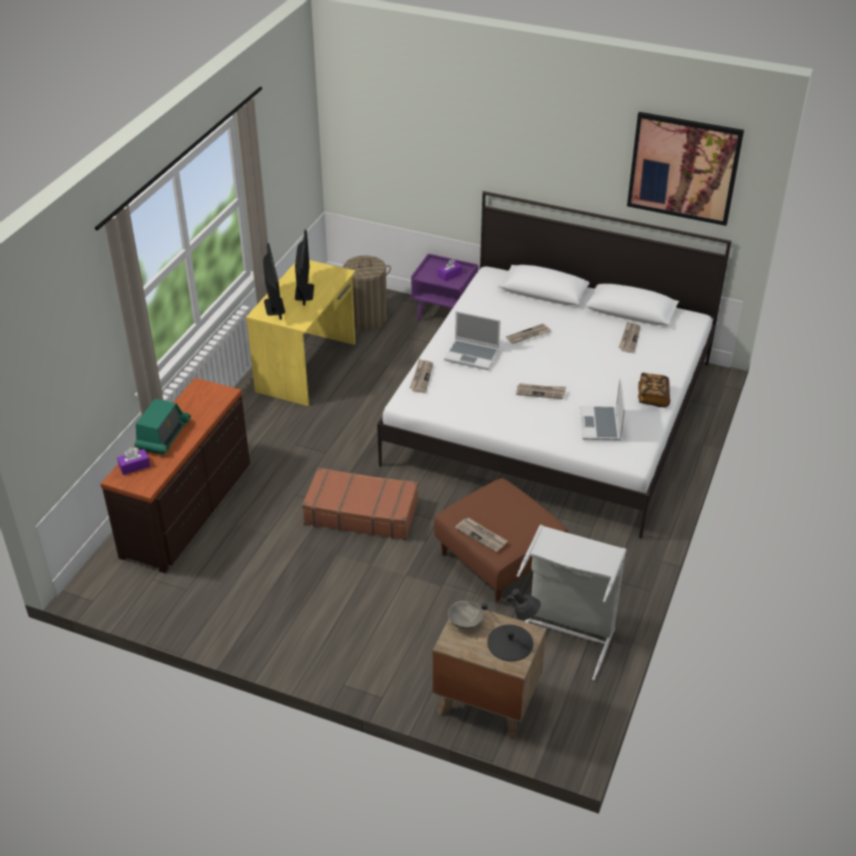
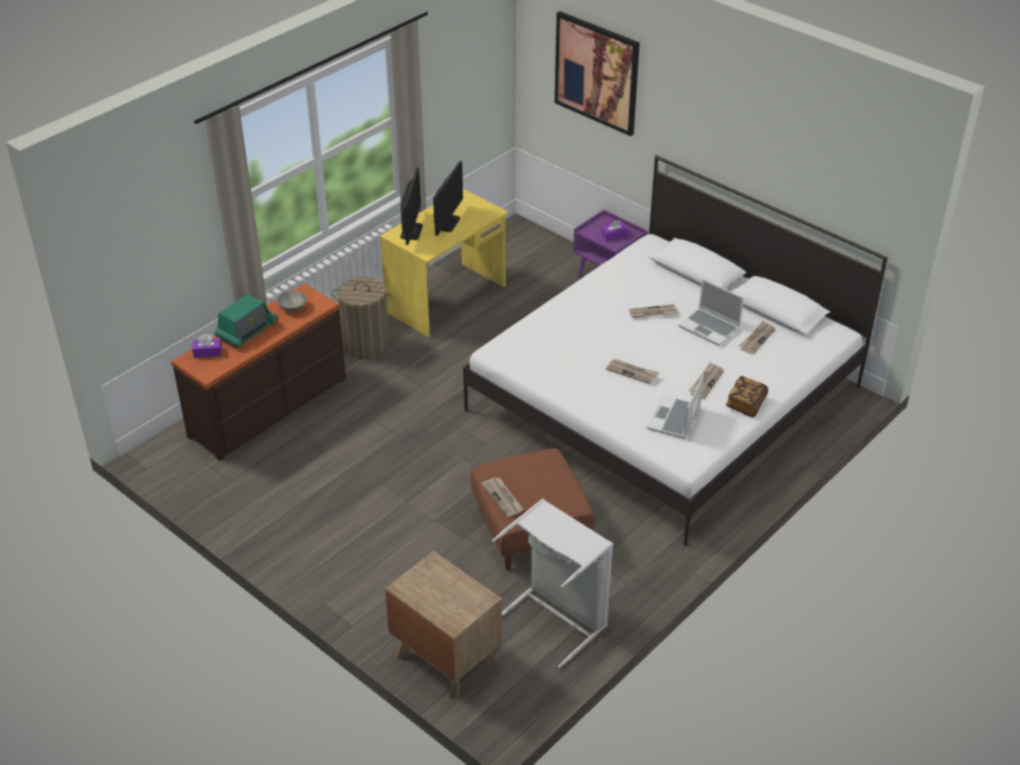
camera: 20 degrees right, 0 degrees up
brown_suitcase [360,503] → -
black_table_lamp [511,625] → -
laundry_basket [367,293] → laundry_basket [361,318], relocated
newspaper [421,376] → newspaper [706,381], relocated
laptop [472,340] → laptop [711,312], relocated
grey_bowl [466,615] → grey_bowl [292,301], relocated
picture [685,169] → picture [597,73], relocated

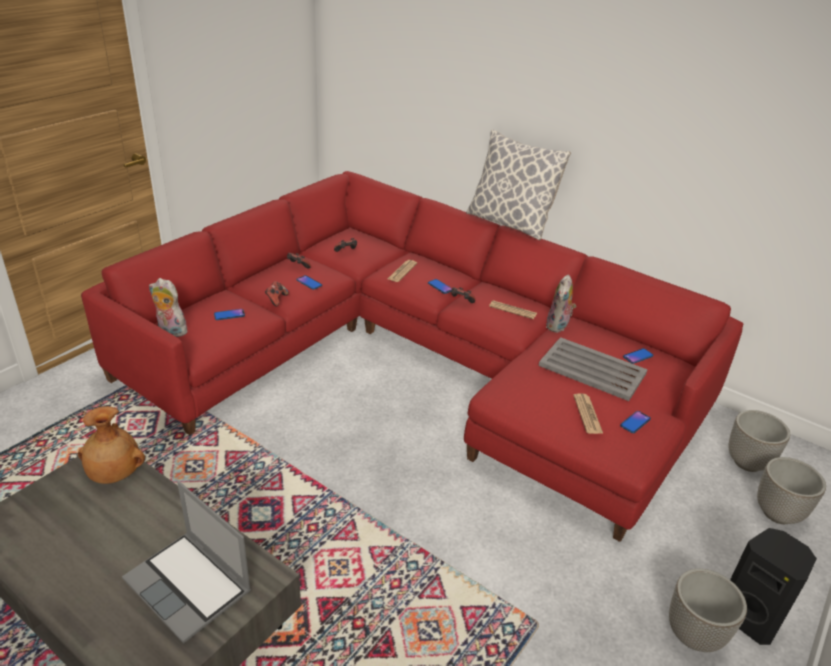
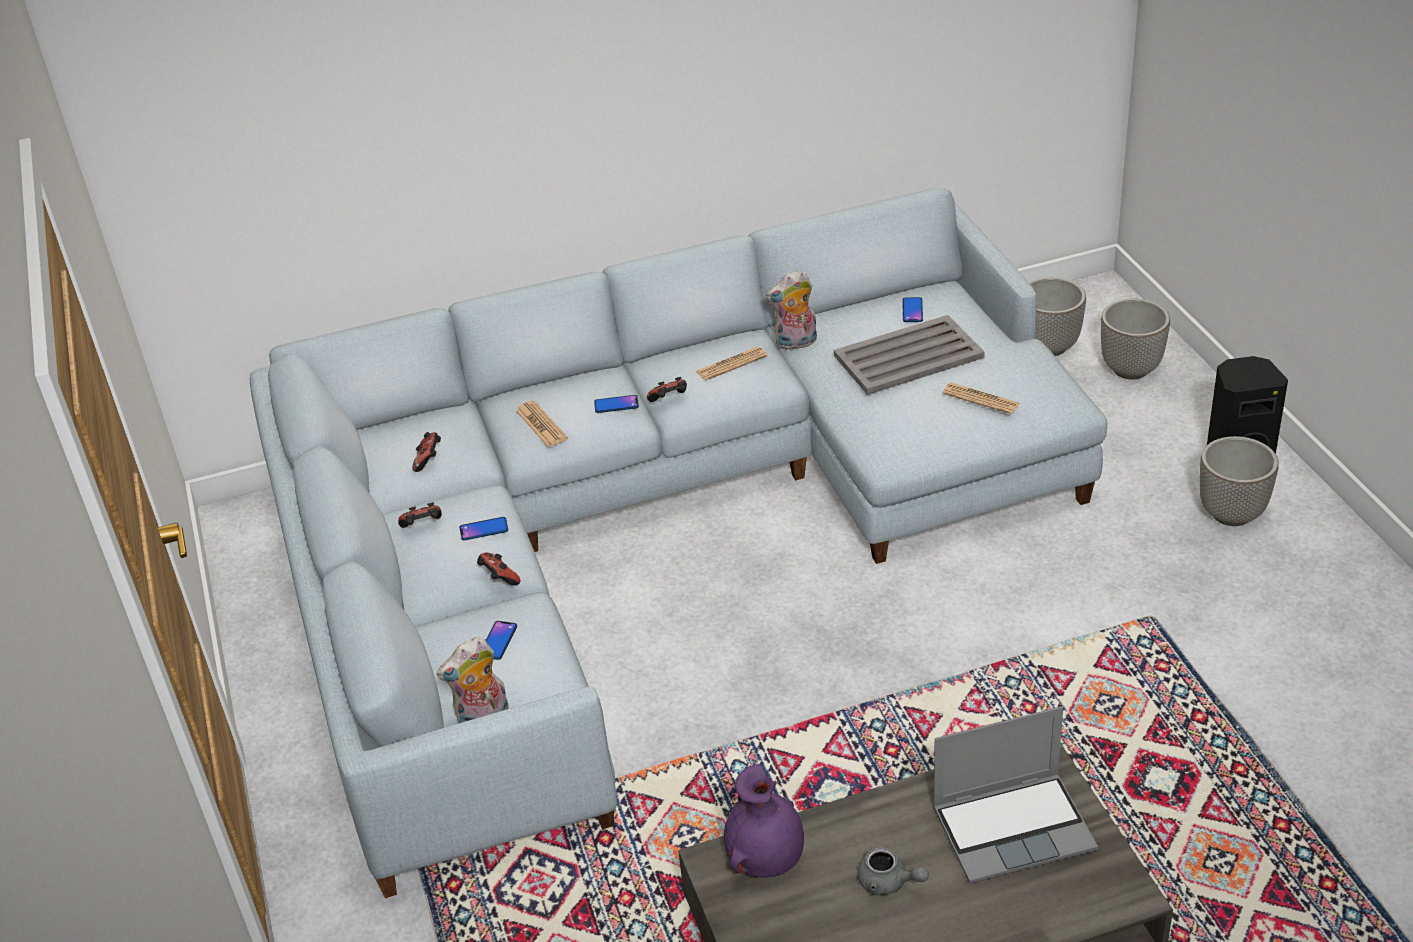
camera: 50 degrees left, 5 degrees up
pillow [518,184] → -
phone [635,422] → -
- → grey_teapot [893,871]
brown_vase [111,445] → purple_vase [764,821]
red_sofa [412,356] → grey_sofa [679,543]
plush_toy [561,303] → plush_toy [791,310], 105 degrees clockwise

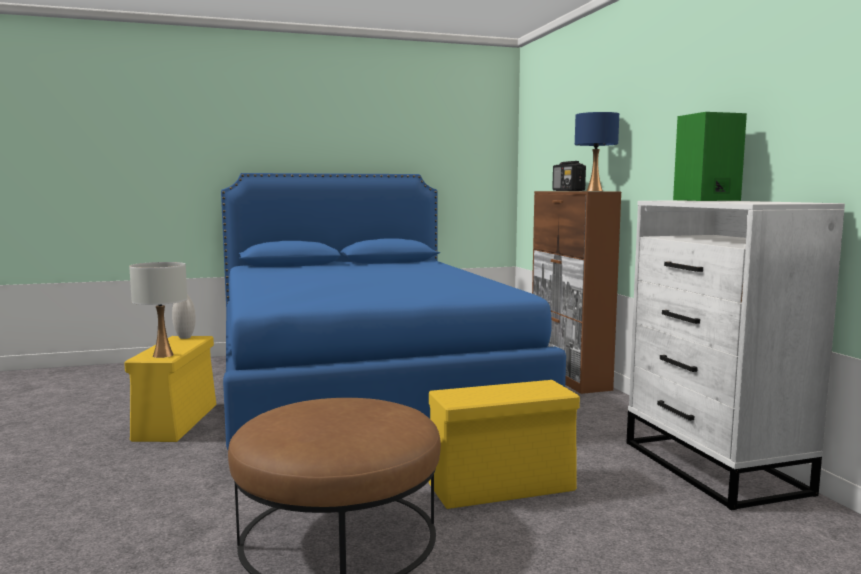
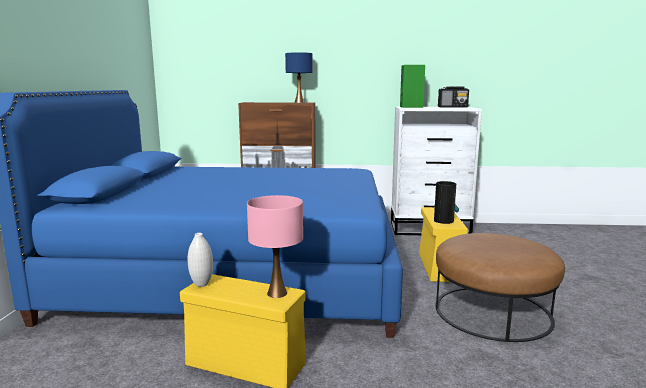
camera: 70 degrees left, 5 degrees up
- → vase [446,202]
radio [569,176] → radio [453,97], relocated
white_table_lamp [158,310] → pink_table_lamp [275,246]

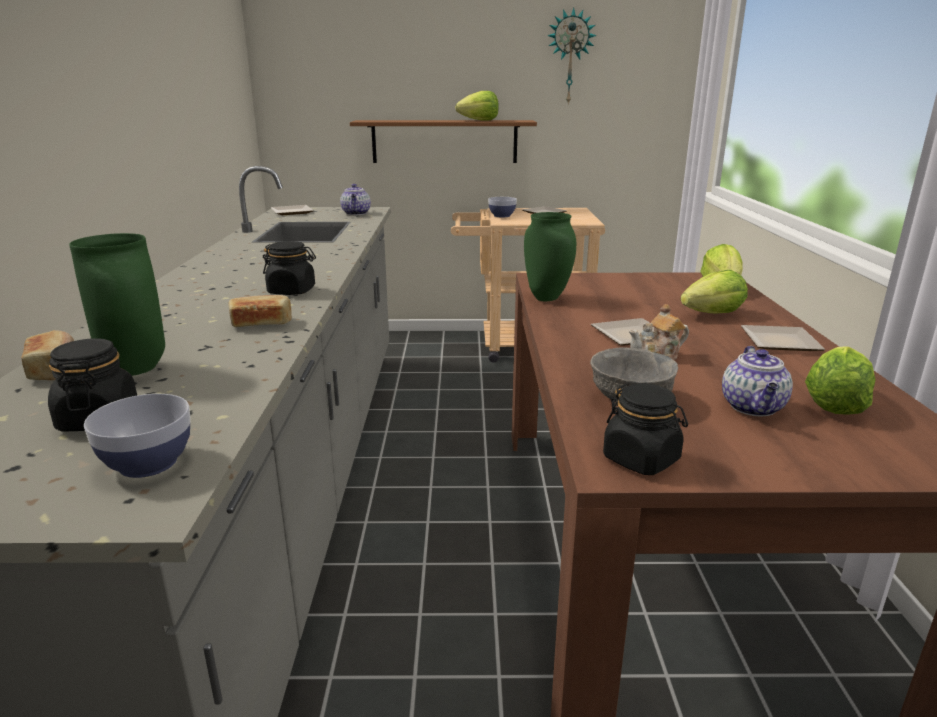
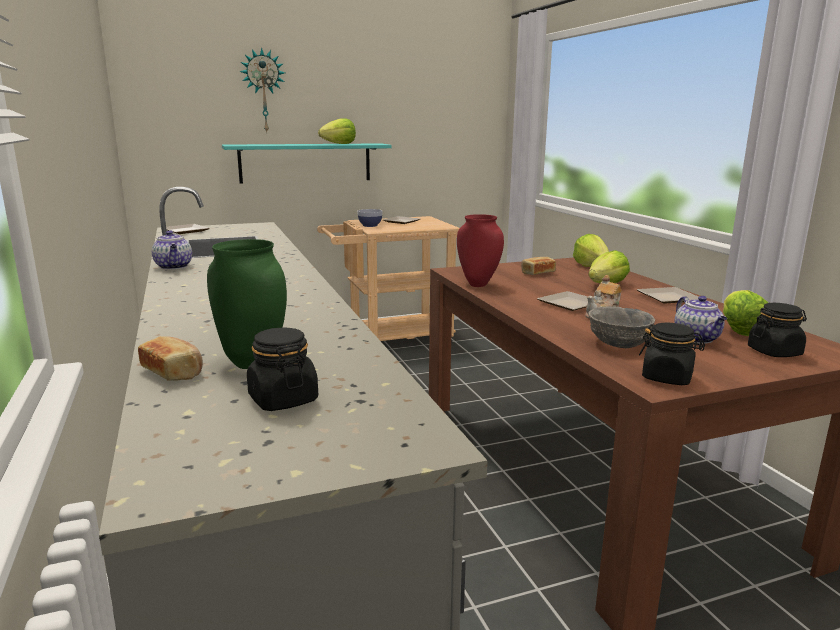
camera: 20 degrees left, 5 degrees down
bowl [137,436] → -
bread [260,311] → bread [538,266], relocated
black_jar [289,268] → black_jar [777,330], relocated
teapot [355,199] → teapot [172,250], relocated
wall_clock [572,55] → wall_clock [262,90], relocated
brown_shelf [443,141] → turquoise_shelf [307,163]
green_vase [550,256] → red_vase [480,250]

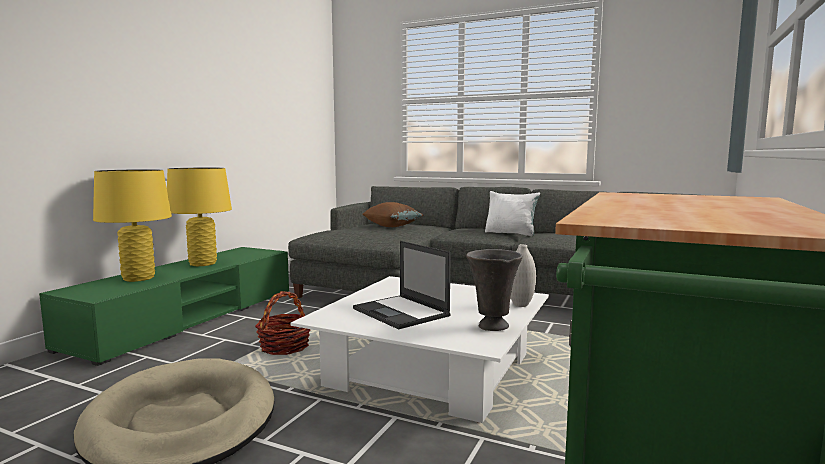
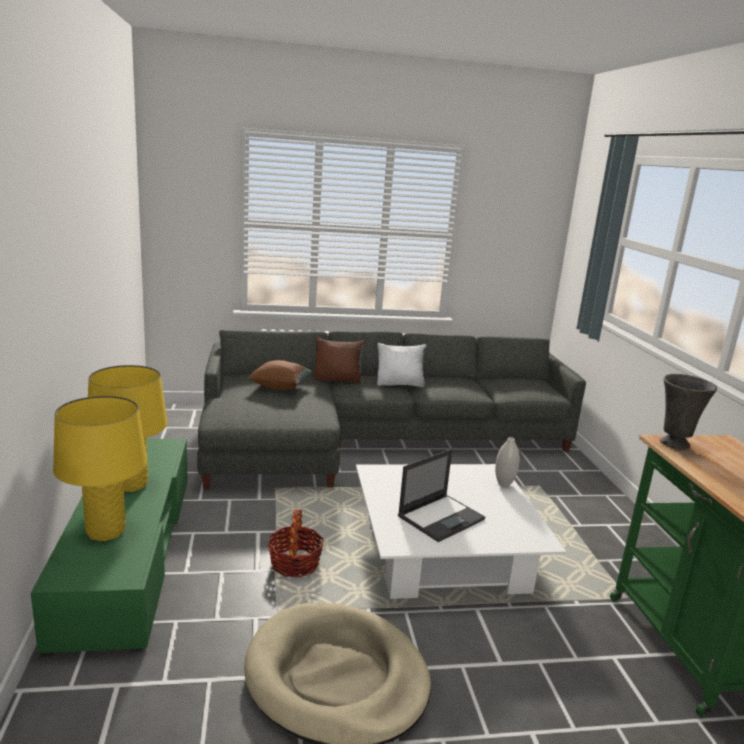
camera: 35 degrees left, 10 degrees up
- → brown_pillow [340,361]
grey_vase [494,290] → grey_vase [688,412], relocated
laptop [402,285] → laptop [441,495], 60 degrees counterclockwise

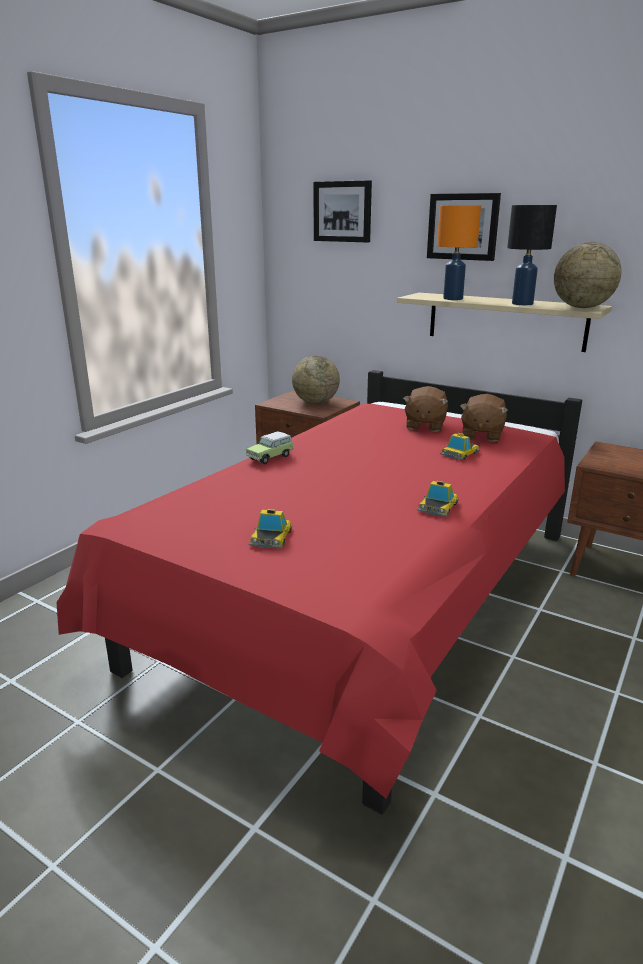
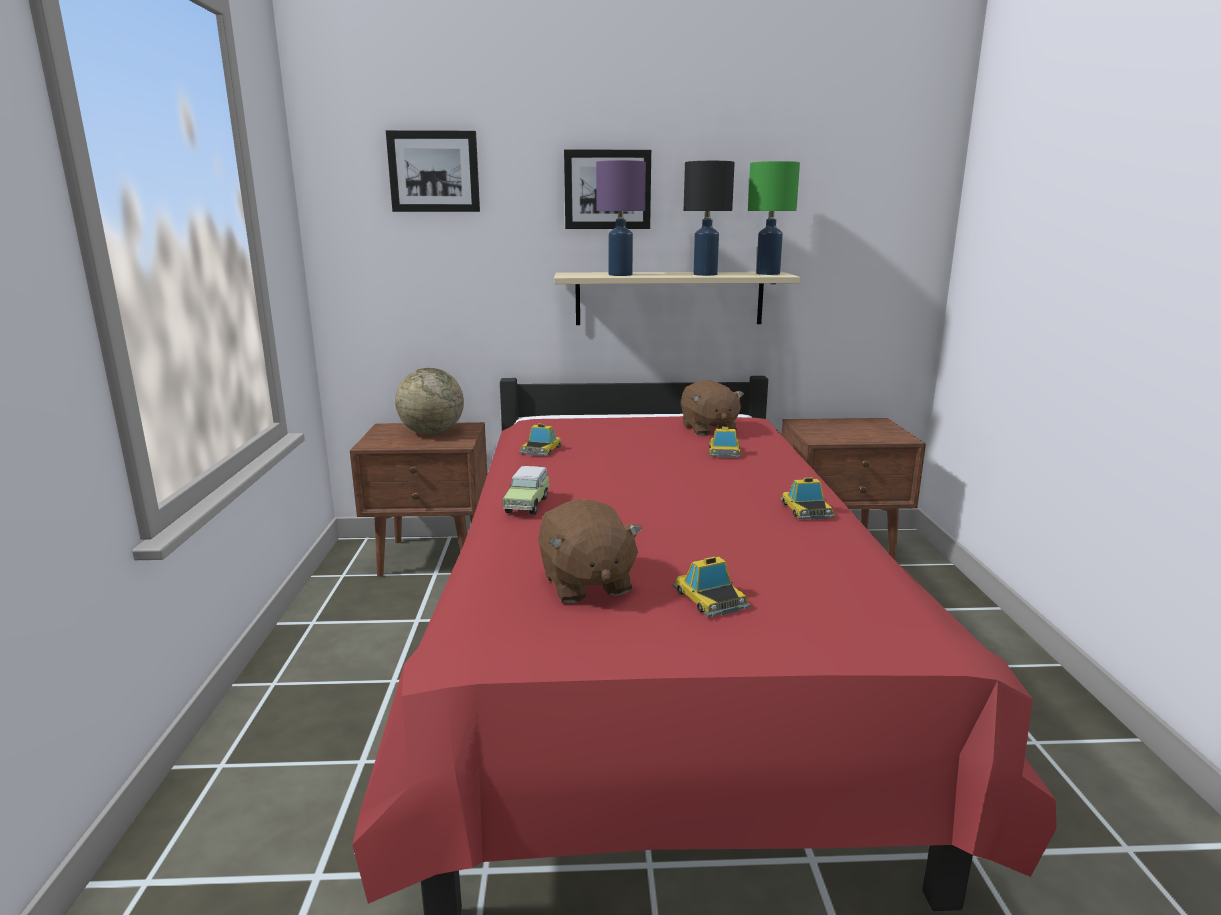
camera: 35 degrees left, 5 degrees down
- → toy_car [541,440]
brown_plush_toy [425,409] → brown_plush_toy [590,551], relocated
globe [587,275] → green_table_lamp [774,218]
orange_table_lamp [459,252] → purple_table_lamp [621,218]

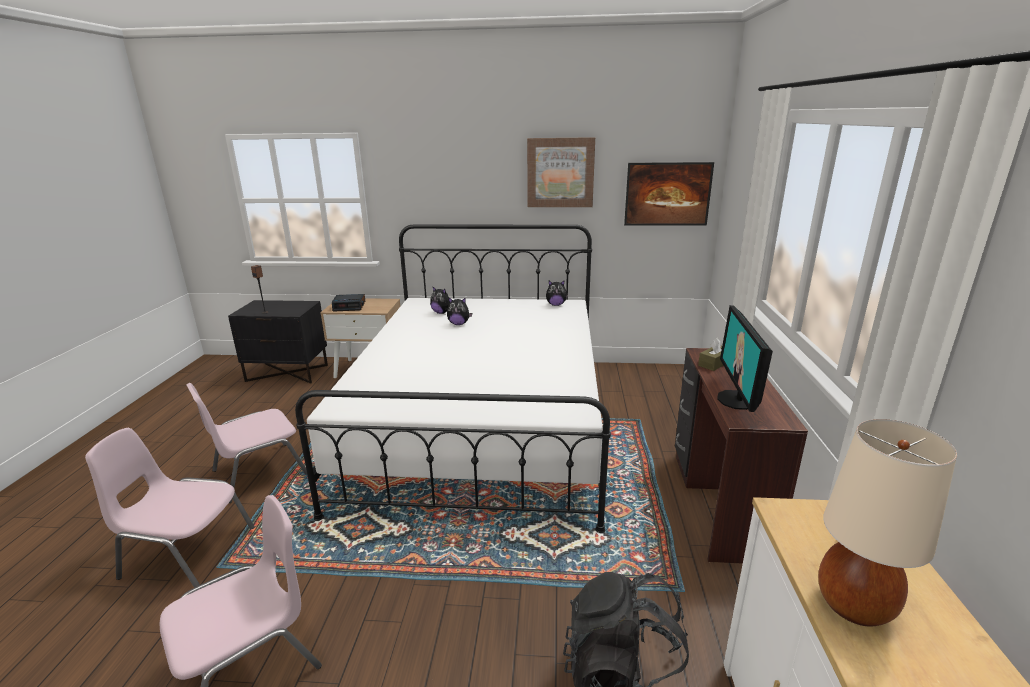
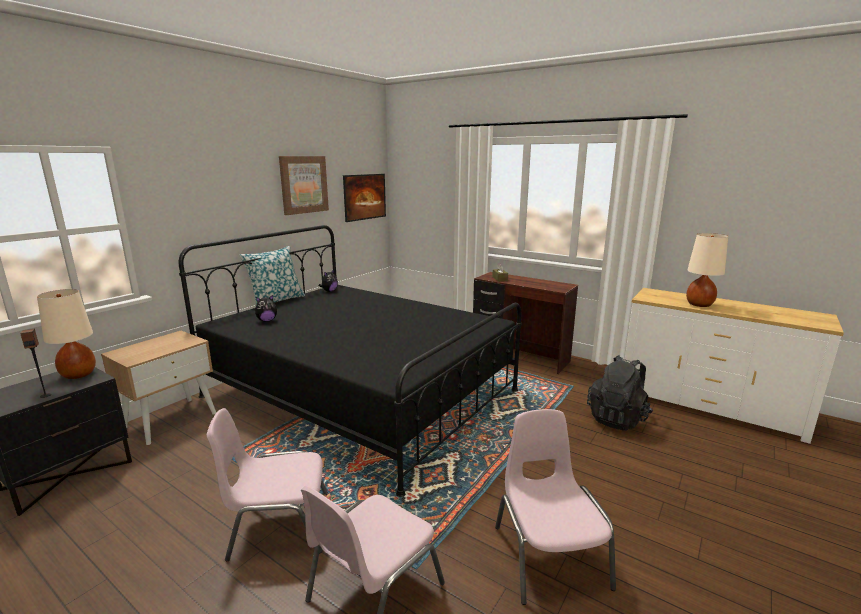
camera: 60 degrees left, 5 degrees down
alarm_clock [348,303] → -
plush_toy [459,311] → -
monitor [745,358] → -
- → beige_table_lamp [66,334]
- → pillow [272,275]
white_bed [453,379] → black_bed [350,361]
pink_chair [246,443] → pink_chair [267,484], 90 degrees clockwise

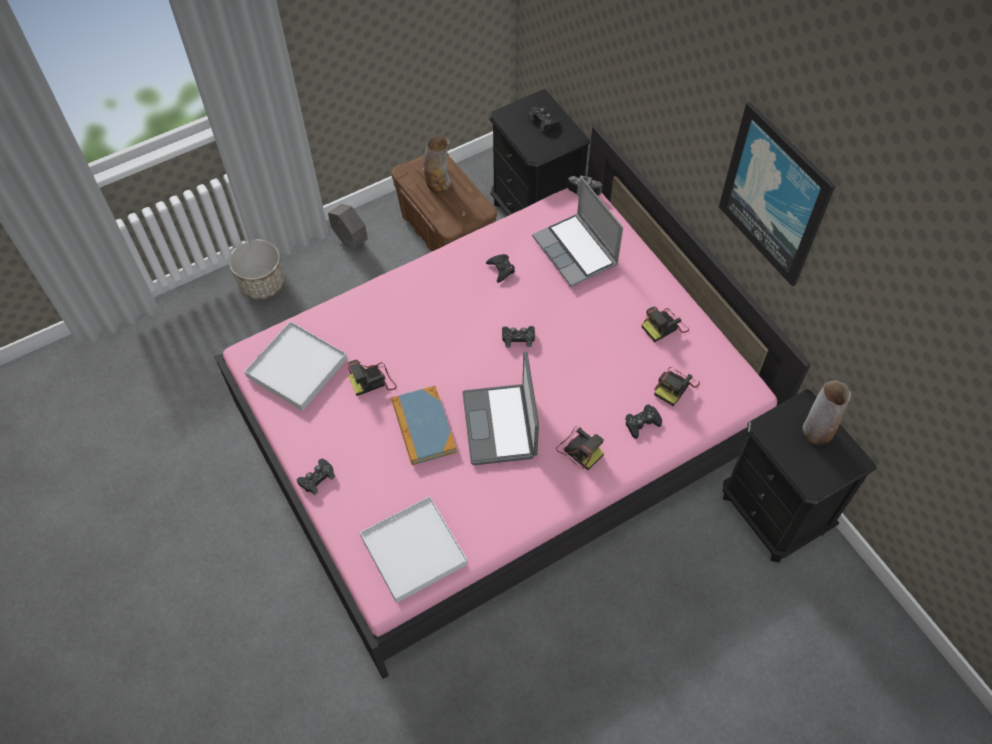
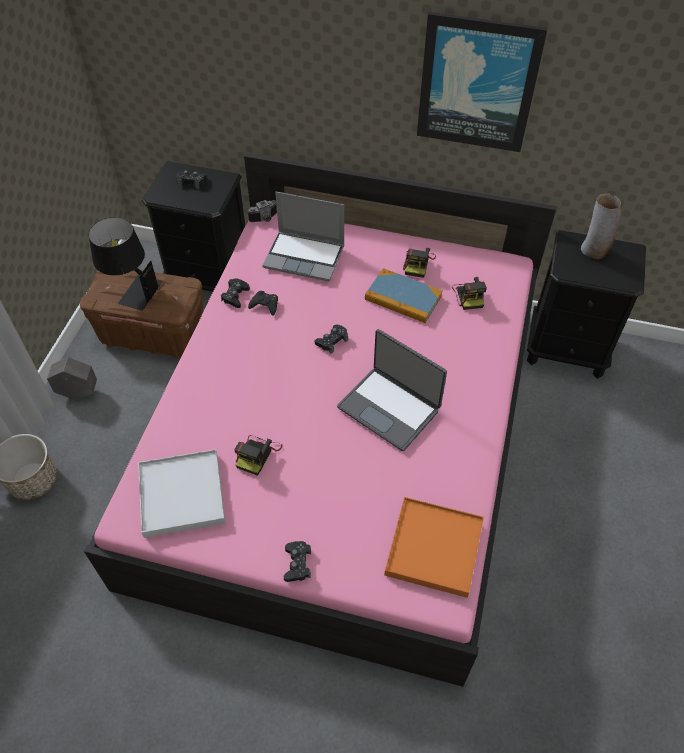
camera: 45 degrees left, 5 degrees down
photo_camera [580,448] → -
book [424,425] → book [403,295], relocated
black_game_controller [643,421] → black_game_controller [235,293], relocated
vase [437,164] → black_table_lamp [126,264]
white_tray [414,549] → orange_tray [434,547]

